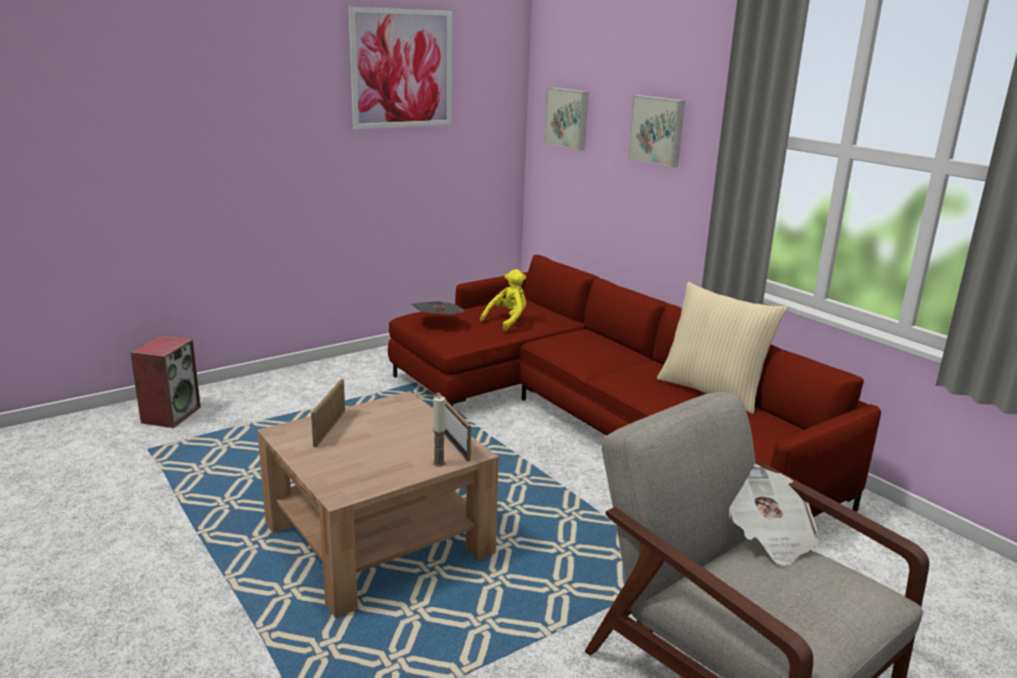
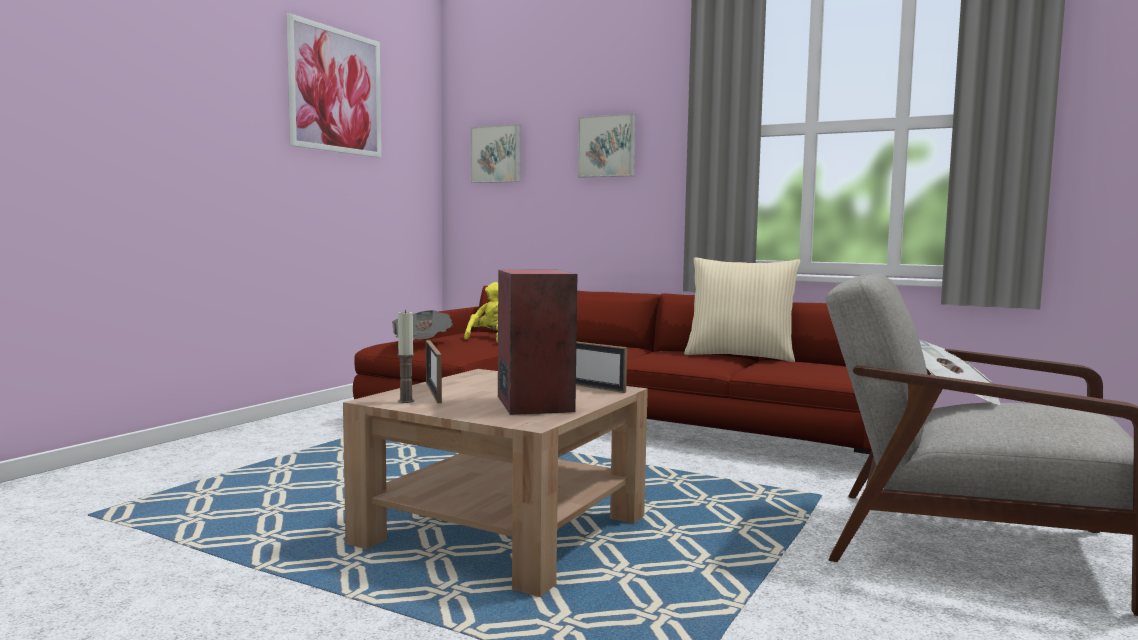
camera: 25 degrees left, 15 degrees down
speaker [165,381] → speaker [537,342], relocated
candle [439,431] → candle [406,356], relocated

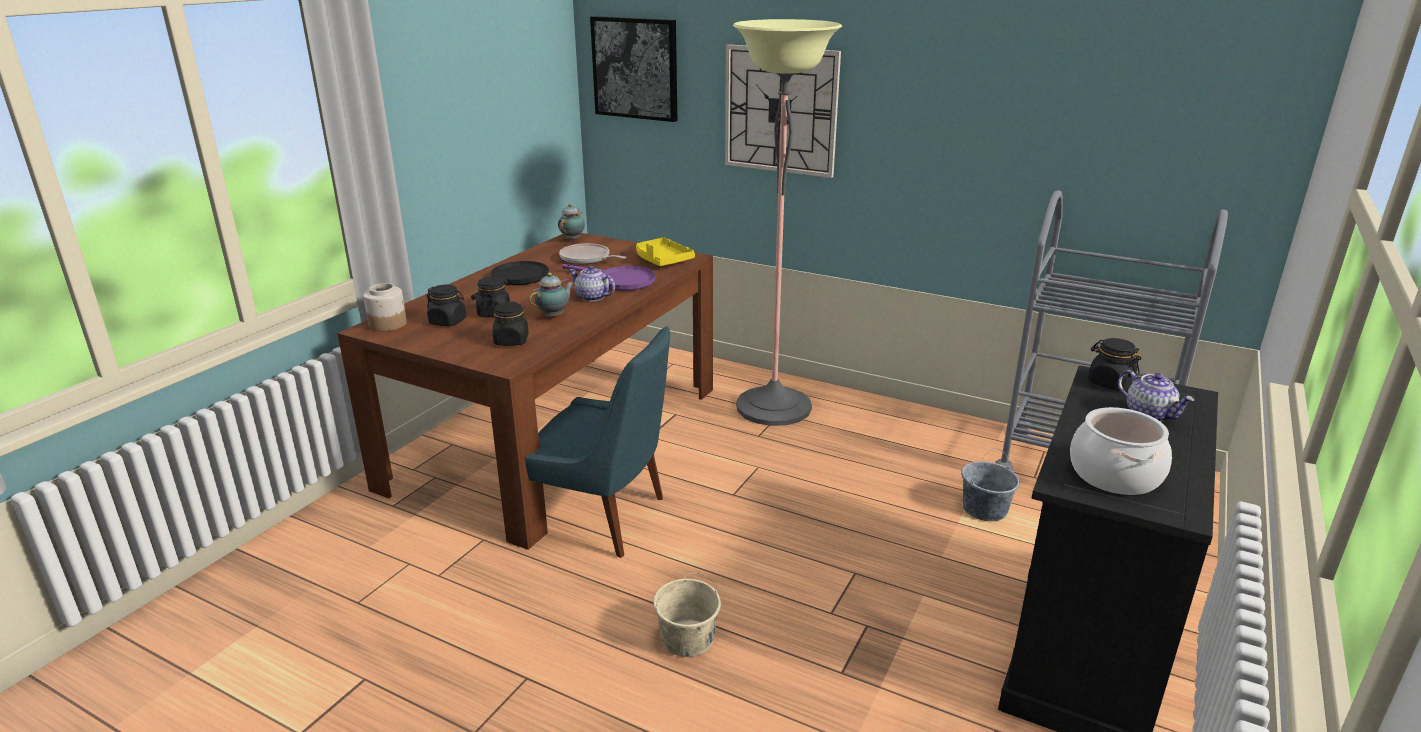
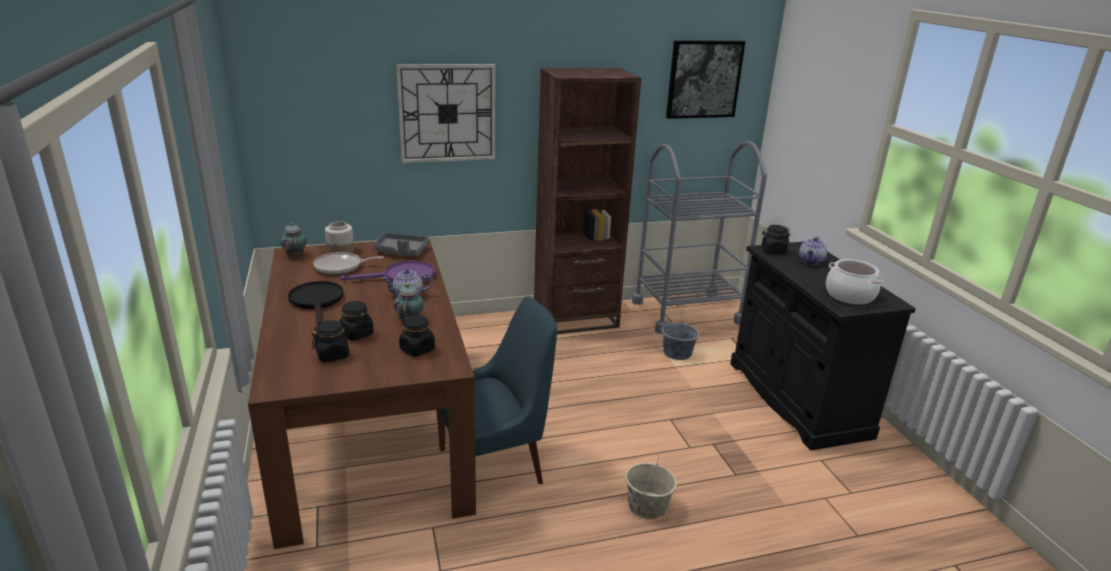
camera: 45 degrees left, 0 degrees up
floor_lamp [787,222] → -
- → brown_bookcase [587,201]
jar [385,307] → jar [339,237], relocated
picture [633,69] → picture [705,79], relocated
yellow_tray [665,251] → grey_tray [401,244]
teapot [1156,396] → teapot [813,250], 105 degrees clockwise

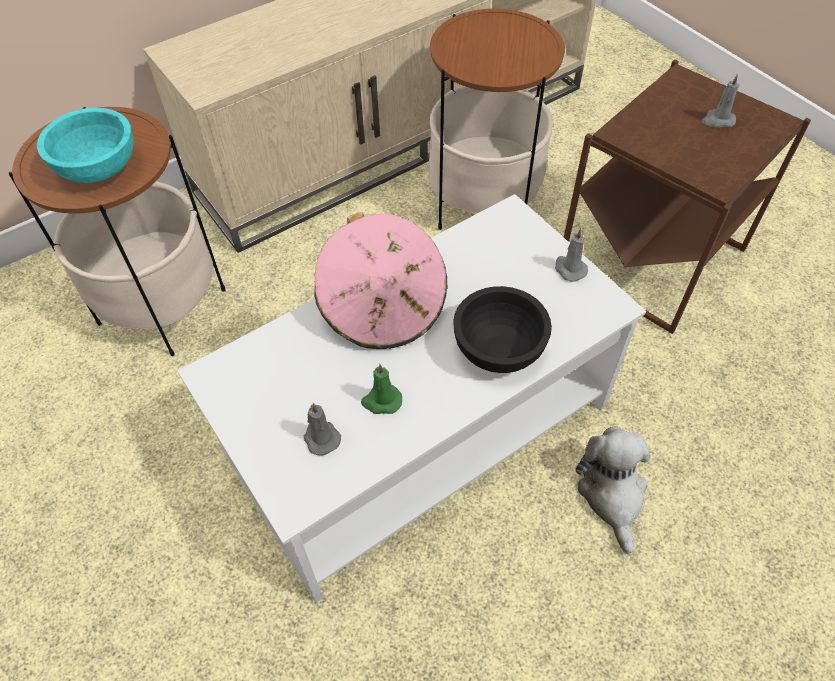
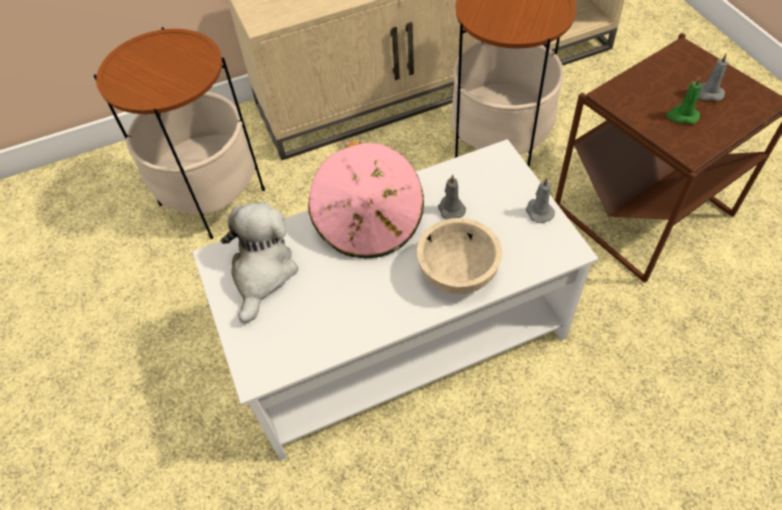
camera: 15 degrees right, 0 degrees up
turquoise_bowl [85,145] → -
grey_candle [322,429] → grey_candle [452,196], relocated
green_candle [381,389] → green_candle [684,100], relocated
plush_toy [613,490] → plush_toy [259,262], relocated
black_bowl [502,329] → beige_bowl [459,256]

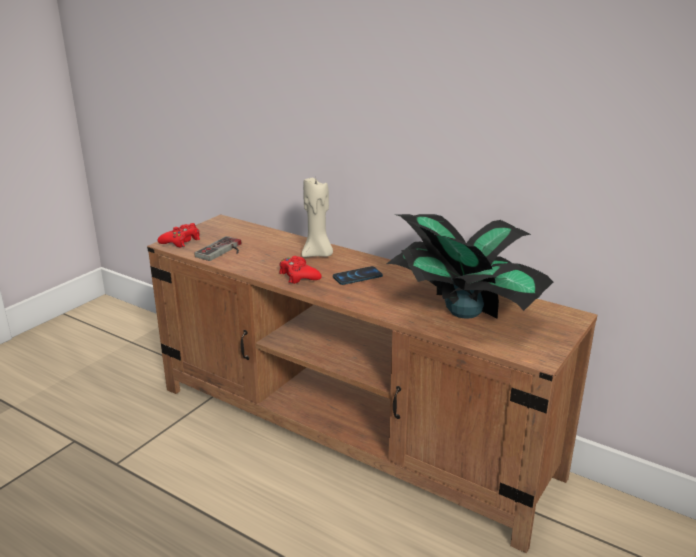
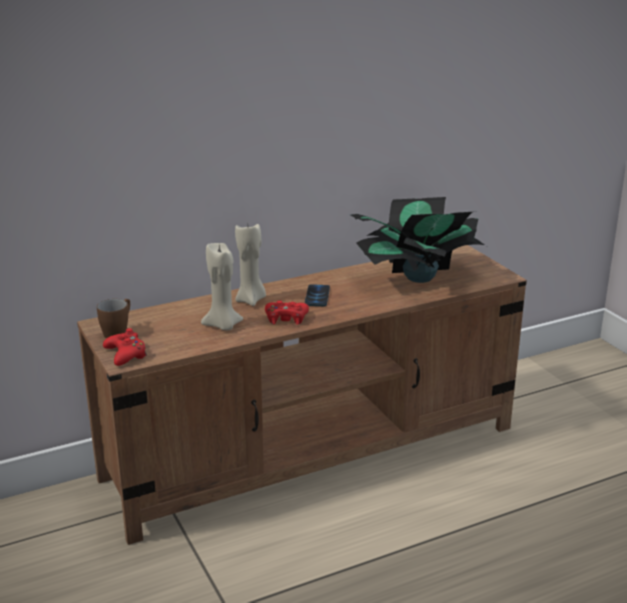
camera: 60 degrees left, 0 degrees up
game_controller [217,248] → -
- → brown_mug [113,319]
- → beige_candle [222,286]

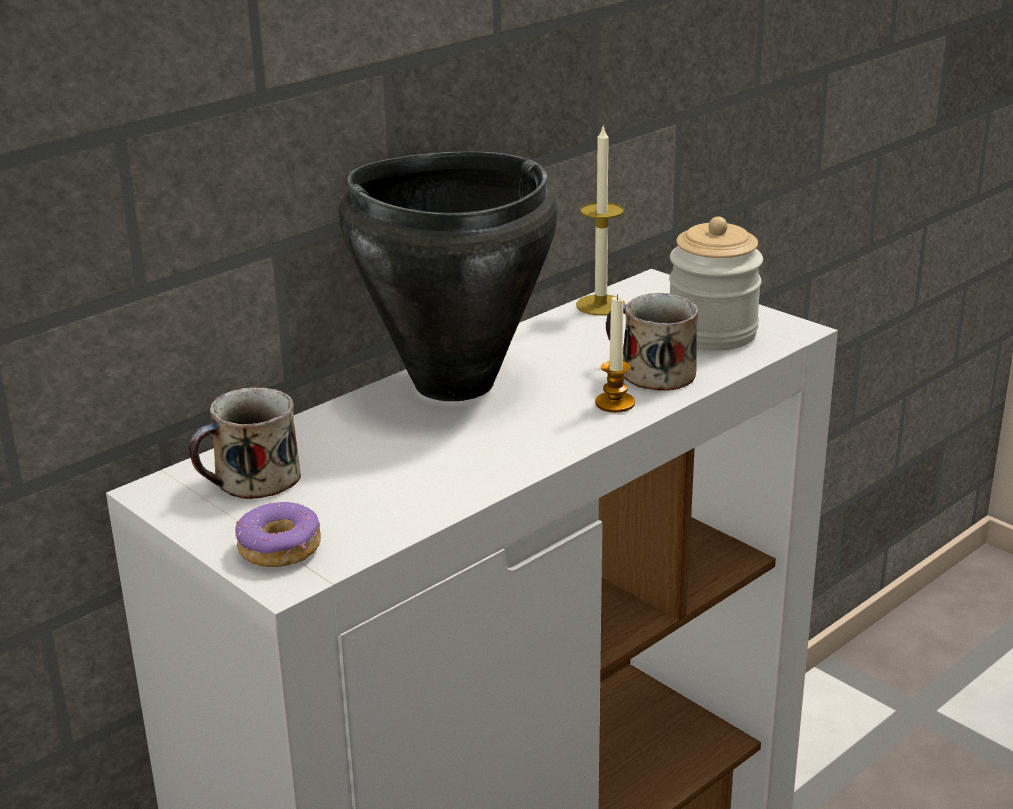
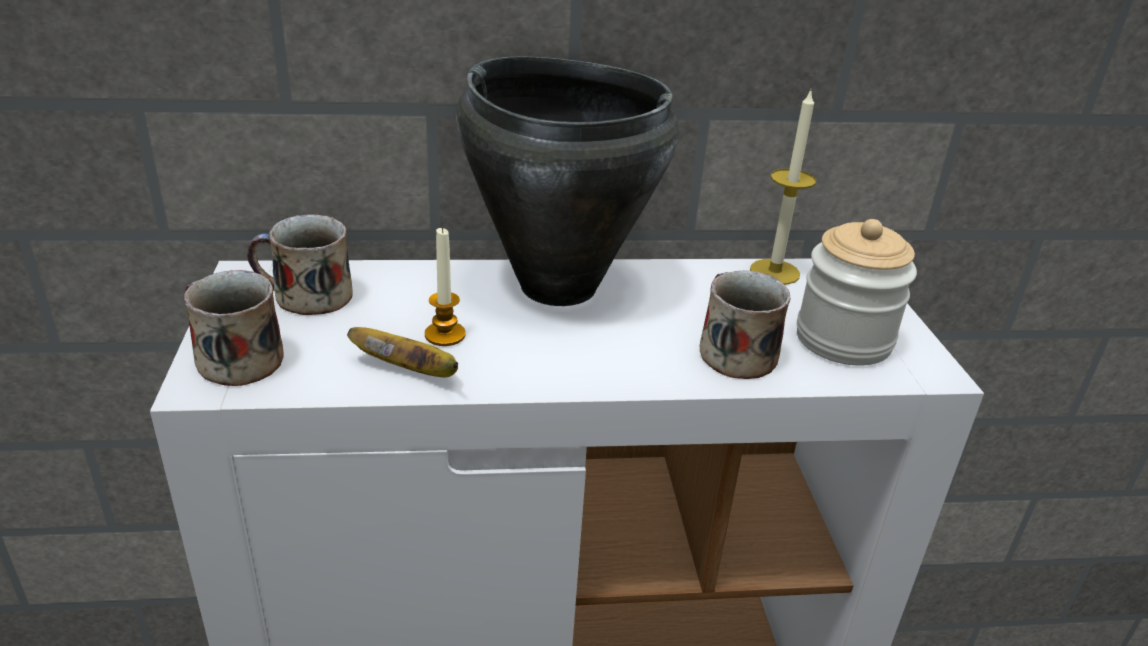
camera: 35 degrees right, 5 degrees up
- → banana [402,352]
candle [615,354] → candle [445,286], relocated
donut [278,534] → mug [234,328]

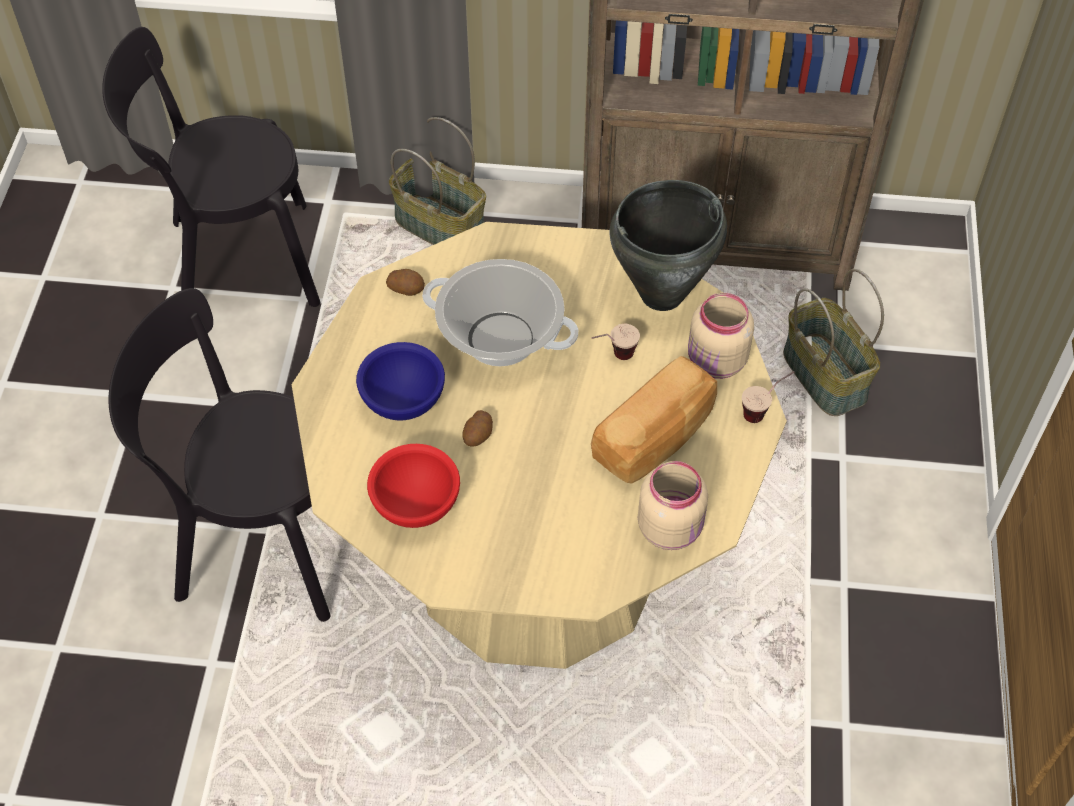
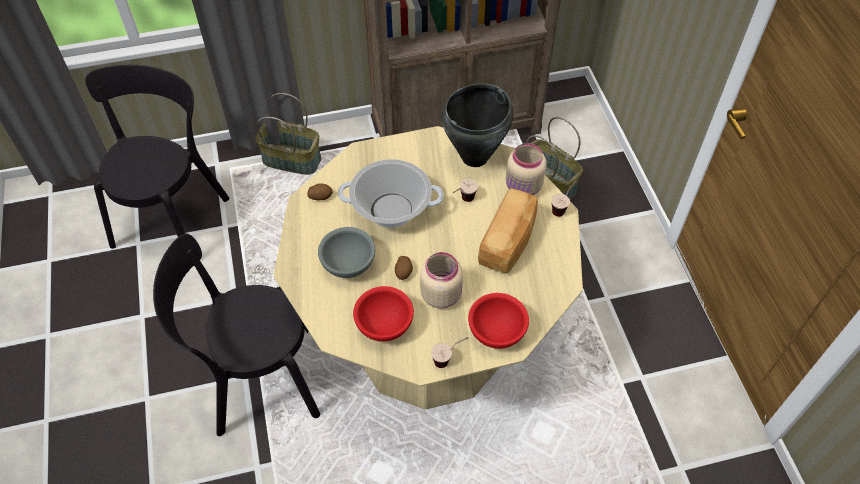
camera: 20 degrees left, 0 degrees up
- → cup [449,352]
- → red_bowl [498,321]
beige_jar [673,505] → beige_jar [441,280], relocated
blue_bowl [400,381] → grey_bowl [346,252]
black_chair [211,167] → black_chair [157,157], 135 degrees clockwise

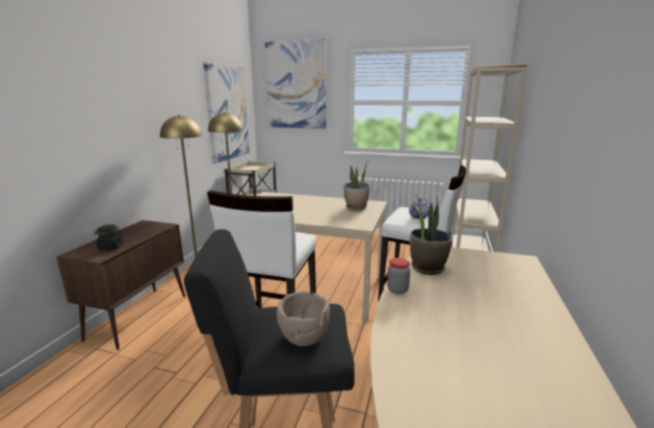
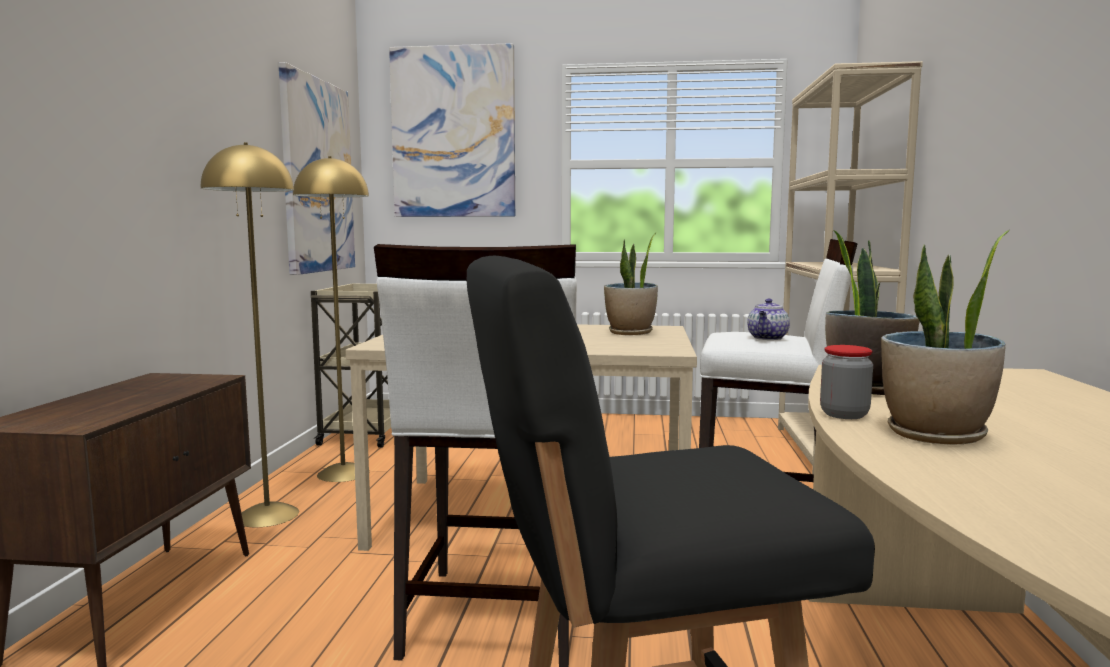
camera: 10 degrees left, 10 degrees down
black_jar [109,237] → -
brown_bowl [303,318] → -
- → potted_plant [945,337]

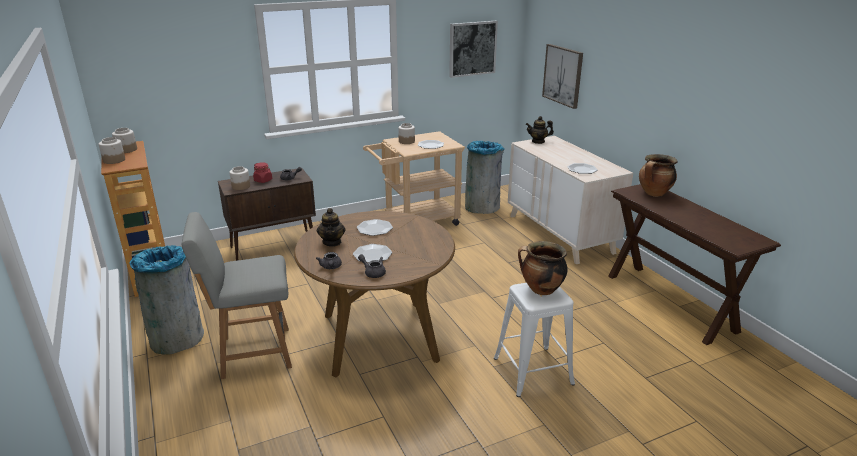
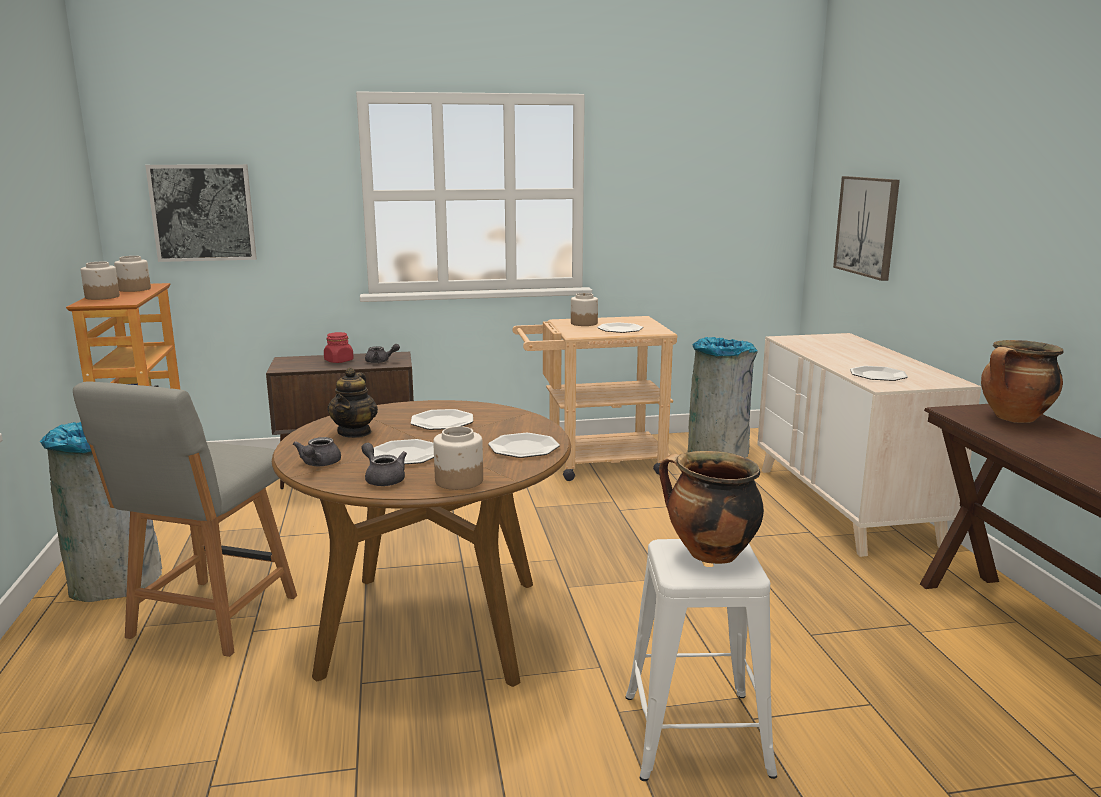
camera: 15 degrees right, 10 degrees down
teapot [540,130] → -
- → plate [524,445]
jar [239,178] → jar [458,458], relocated
picture [473,49] → picture [201,213], relocated
grey_chair [236,295] → grey_chair [185,519], 75 degrees counterclockwise

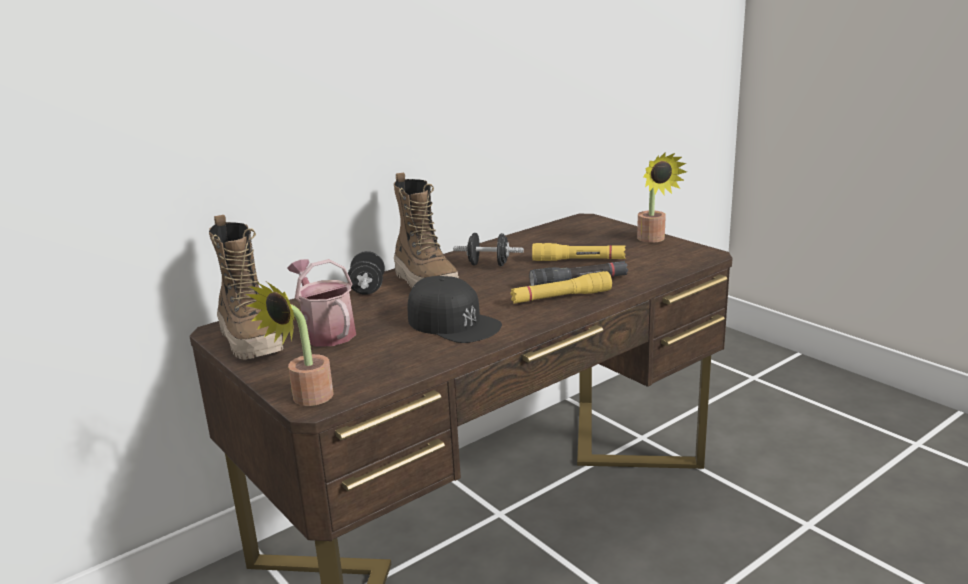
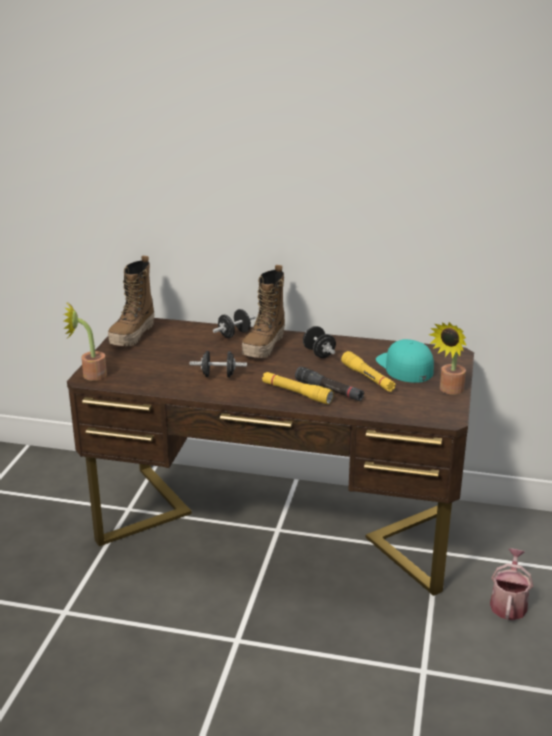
camera: 50 degrees right, 5 degrees up
- → turquoise_cap [405,361]
watering_can [321,303] → watering_can [511,584], relocated
black_cap [455,309] → black_dumbbell [218,364]

